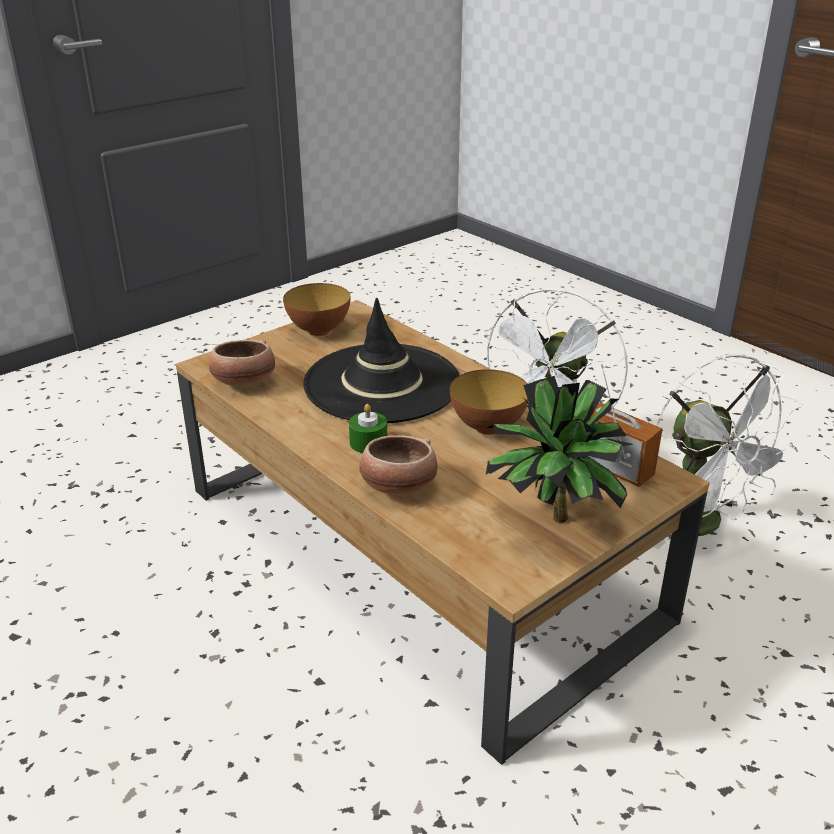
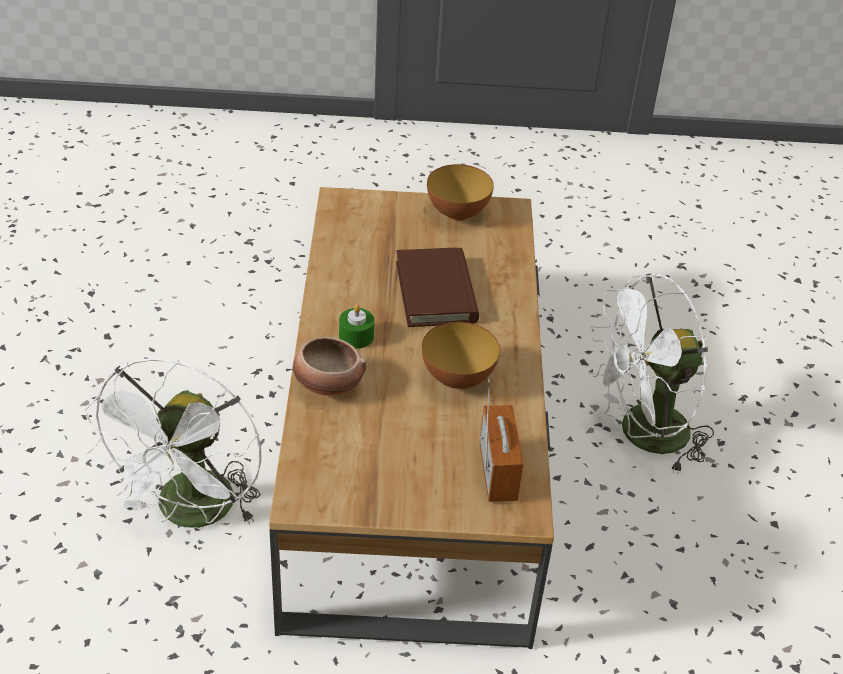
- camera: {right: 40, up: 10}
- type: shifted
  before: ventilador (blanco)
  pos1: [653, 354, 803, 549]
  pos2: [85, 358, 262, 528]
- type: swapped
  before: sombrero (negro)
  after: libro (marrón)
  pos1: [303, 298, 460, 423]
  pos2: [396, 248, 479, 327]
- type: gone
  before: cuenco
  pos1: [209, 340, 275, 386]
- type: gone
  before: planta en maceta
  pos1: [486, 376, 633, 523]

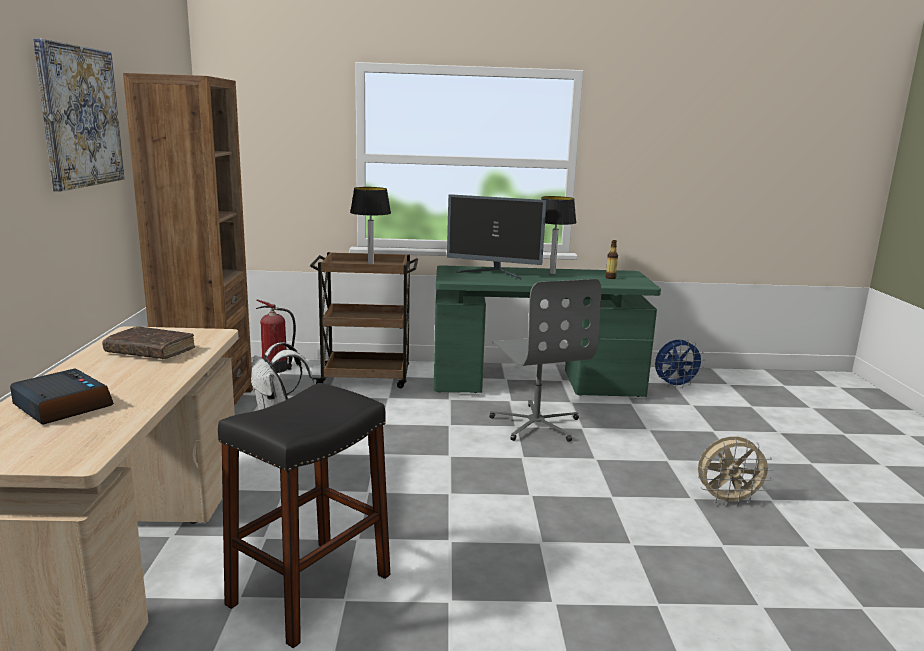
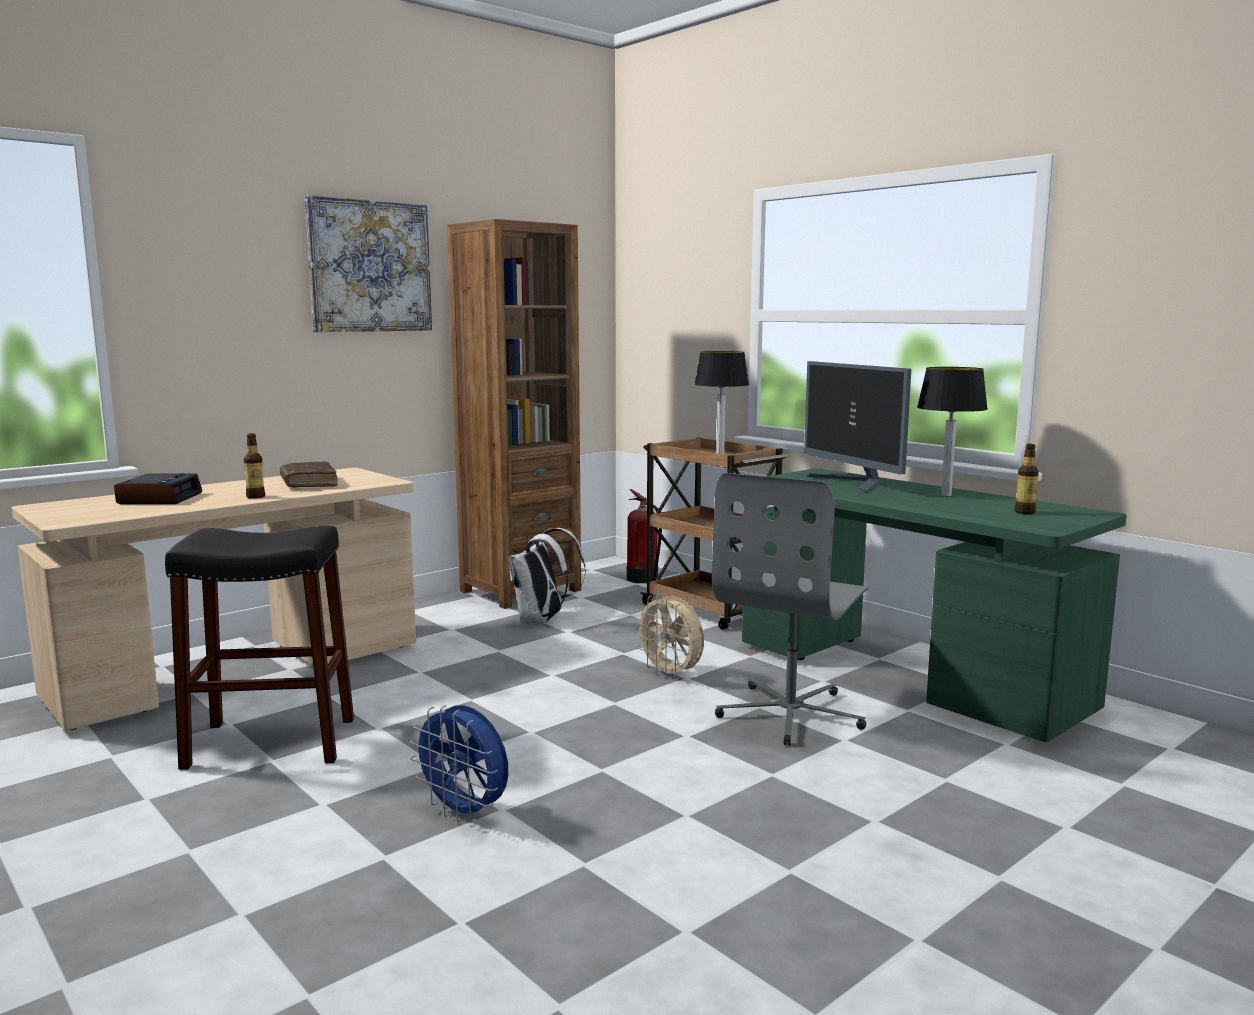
- camera: {right: 50, up: -5}
- type: new
  after: botella
  pos2: [244, 433, 265, 499]
- type: shifted
  before: ventilador (azul)
  pos1: [655, 340, 705, 389]
  pos2: [410, 705, 508, 822]
- type: shifted
  before: ventilador (beis)
  pos1: [698, 436, 774, 507]
  pos2: [633, 594, 704, 679]

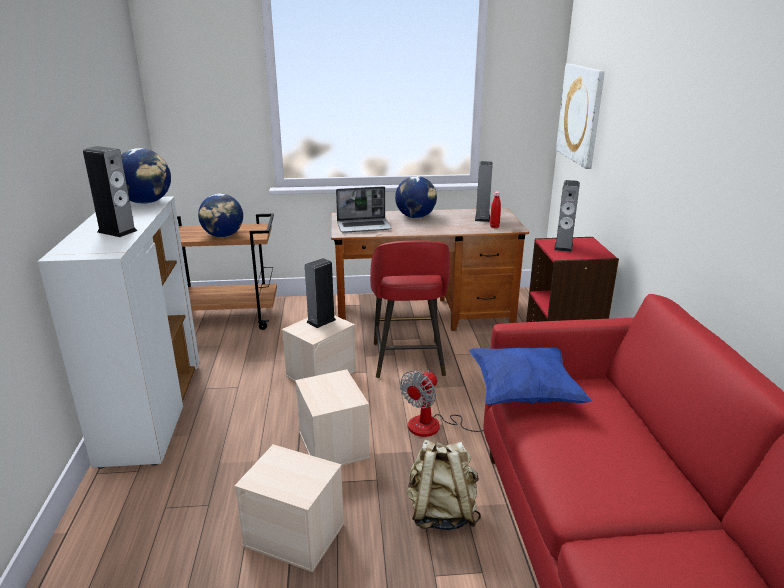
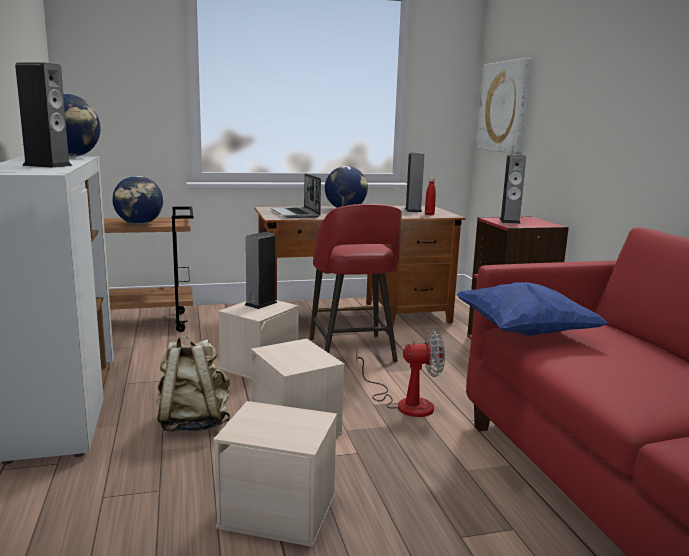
- camera: {right: -10, up: -10}
- type: shifted
  before: mochila (beis)
  pos1: [407, 440, 481, 530]
  pos2: [156, 335, 230, 432]
- type: rotated
  before: portátil
  pos1: [336, 186, 392, 233]
  pos2: [271, 173, 321, 218]
  turn: 90
- type: rotated
  before: ventilador
  pos1: [400, 370, 484, 437]
  pos2: [356, 331, 445, 417]
  turn: -120

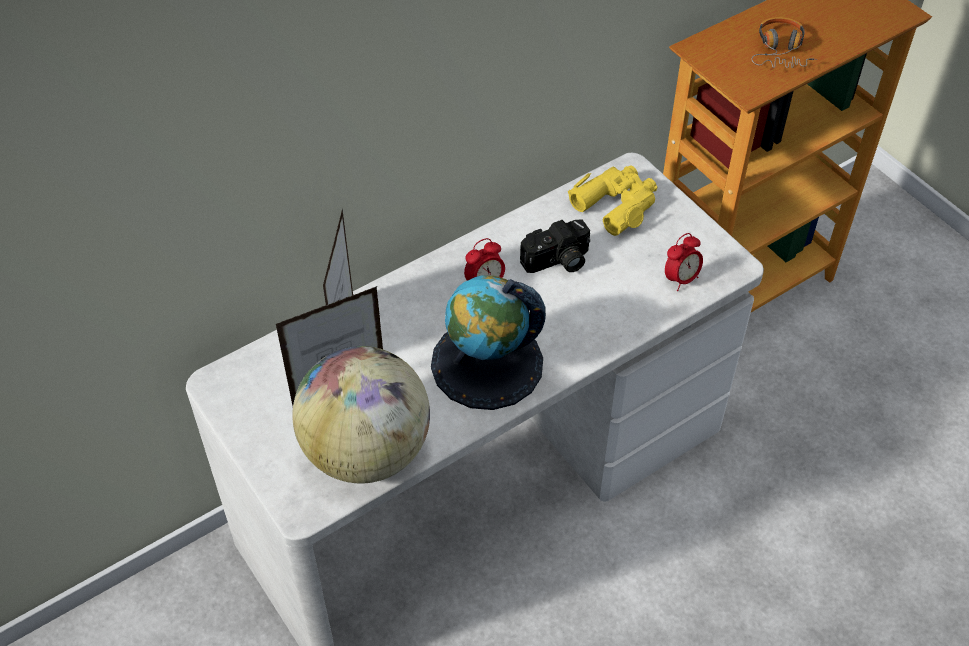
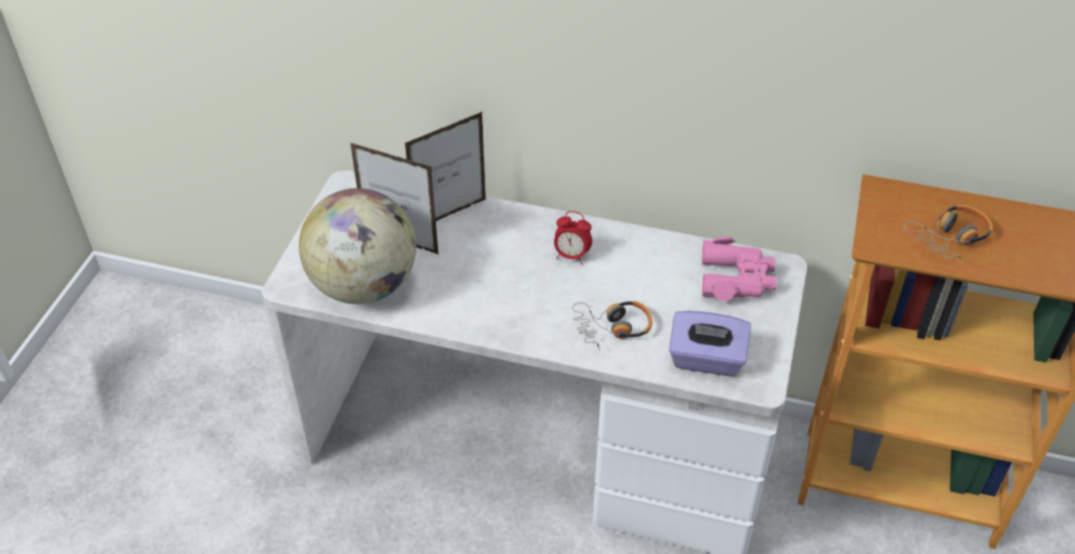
- camera: {right: 50, up: -5}
- type: new
  after: auriculares
  pos2: [572, 301, 652, 350]
- type: swapped
  before: despertador
  after: caja de pañuelos (morado)
  pos1: [665, 233, 703, 291]
  pos2: [669, 311, 751, 376]
- type: repainted
  before: prismáticos (amarillo)
  after: prismáticos (rosa)
  pos1: [568, 166, 658, 236]
  pos2: [702, 237, 777, 301]
- type: gone
  before: globo terráqueo
  pos1: [431, 275, 546, 410]
- type: gone
  before: cámara
  pos1: [520, 220, 590, 273]

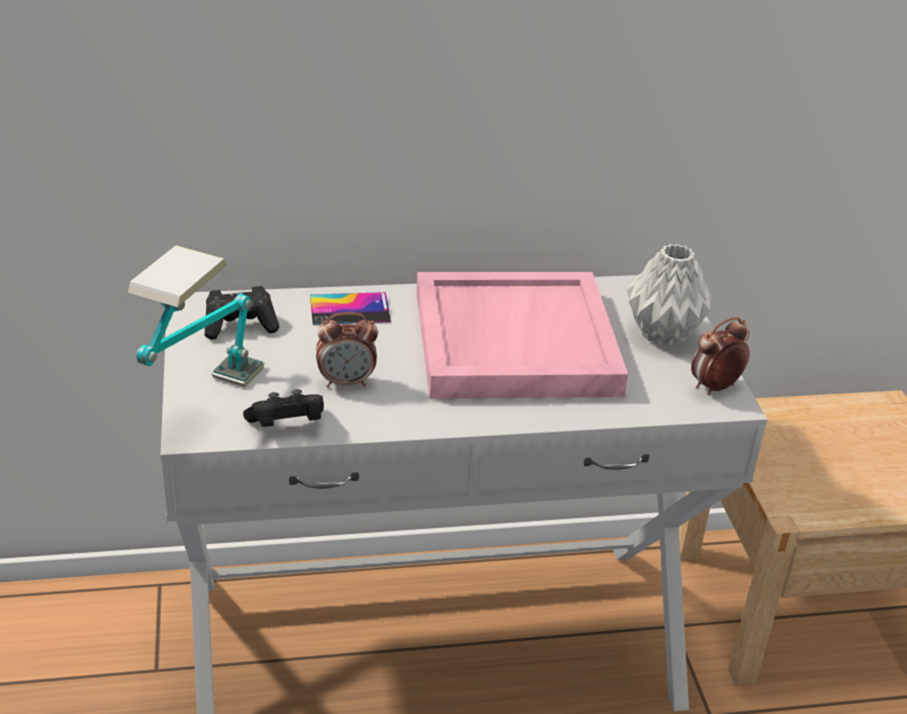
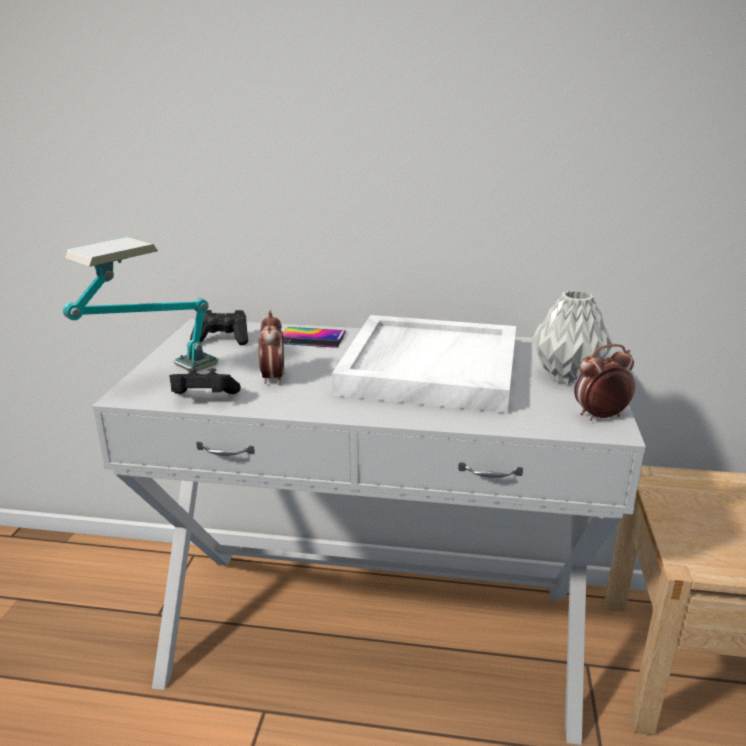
- camera: {right: 20, up: -10}
- type: rotated
  before: despertador
  pos1: [316, 312, 378, 388]
  pos2: [259, 311, 284, 385]
  turn: -105
- type: repainted
  before: bandeja (rosa)
  after: bandeja (blanco)
  pos1: [416, 272, 628, 399]
  pos2: [332, 315, 516, 413]

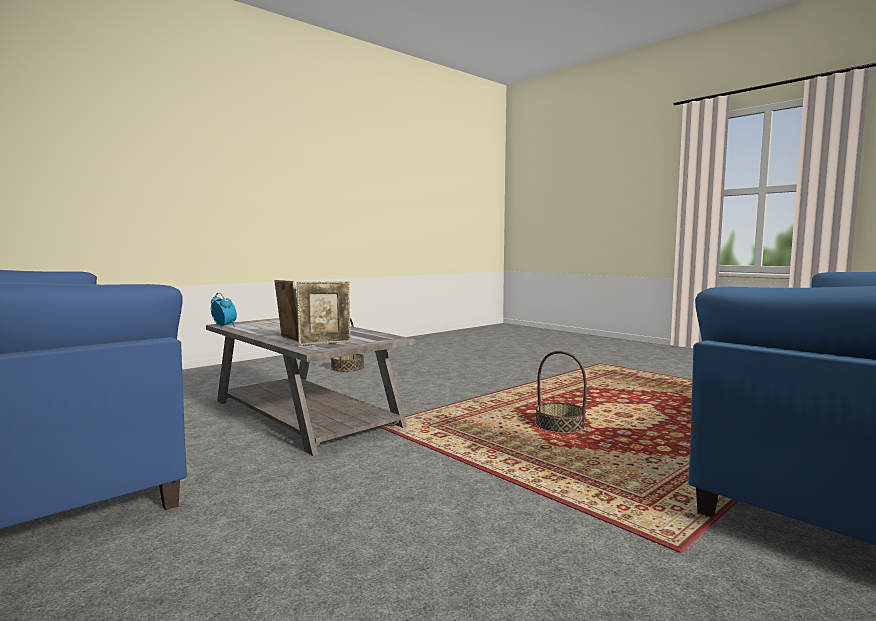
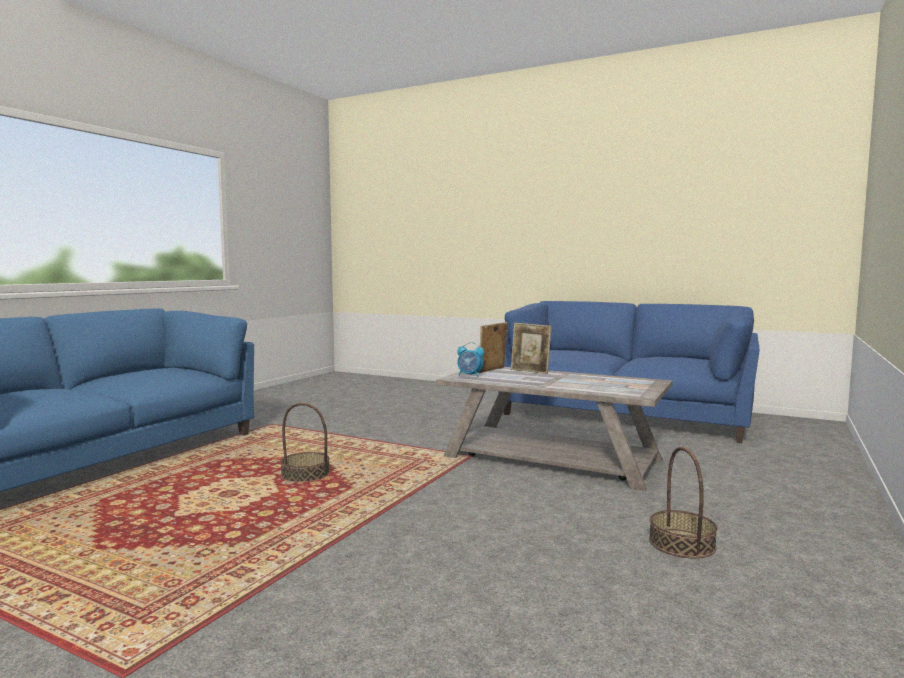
- camera: {right: 160, up: 0}
- type: shifted
  before: despertador
  pos1: [211, 293, 237, 327]
  pos2: [457, 342, 485, 377]

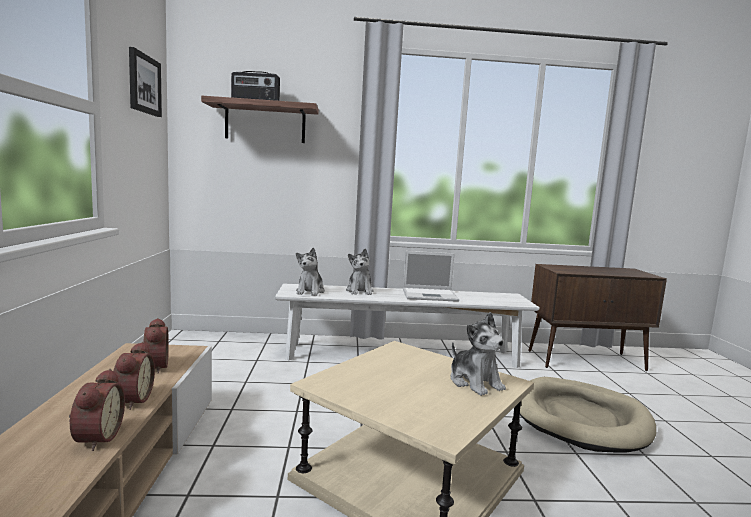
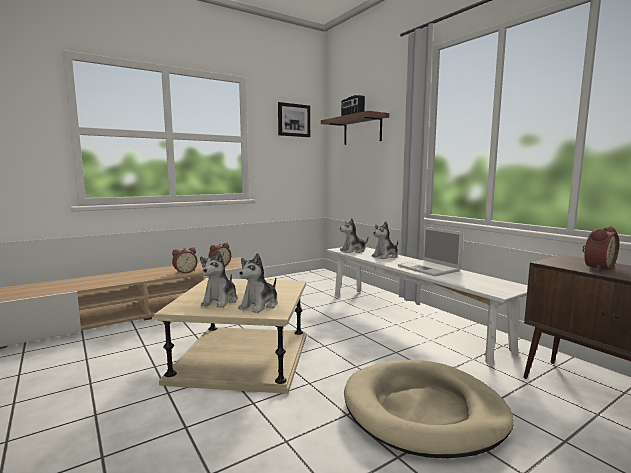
- camera: {right: 60, up: 0}
- type: new
  after: peluche
  pos2: [200, 250, 238, 308]
- type: shifted
  before: despertador
  pos1: [69, 369, 125, 451]
  pos2: [582, 226, 619, 271]

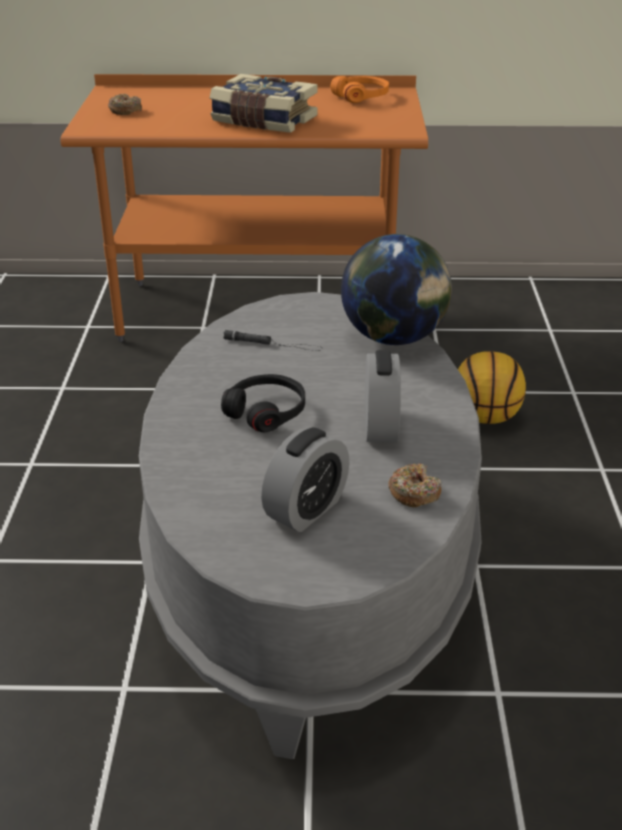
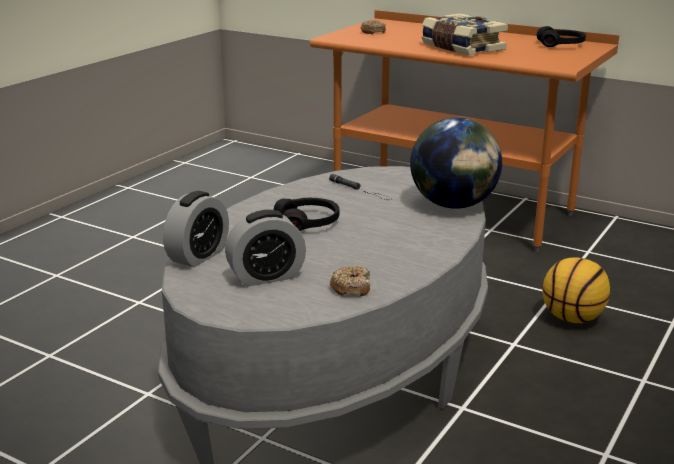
- camera: {right: 30, up: -10}
- type: shifted
  before: despertador
  pos1: [365, 350, 401, 442]
  pos2: [163, 191, 229, 267]
- type: repainted
  before: auriculares (naranja)
  after: auriculares (negro)
  pos1: [331, 76, 389, 103]
  pos2: [537, 26, 586, 47]

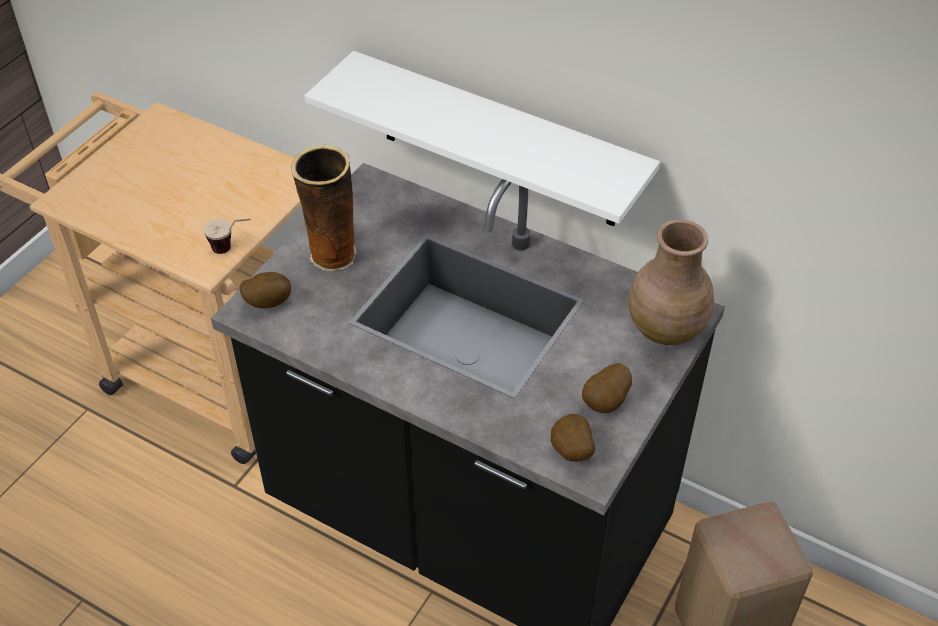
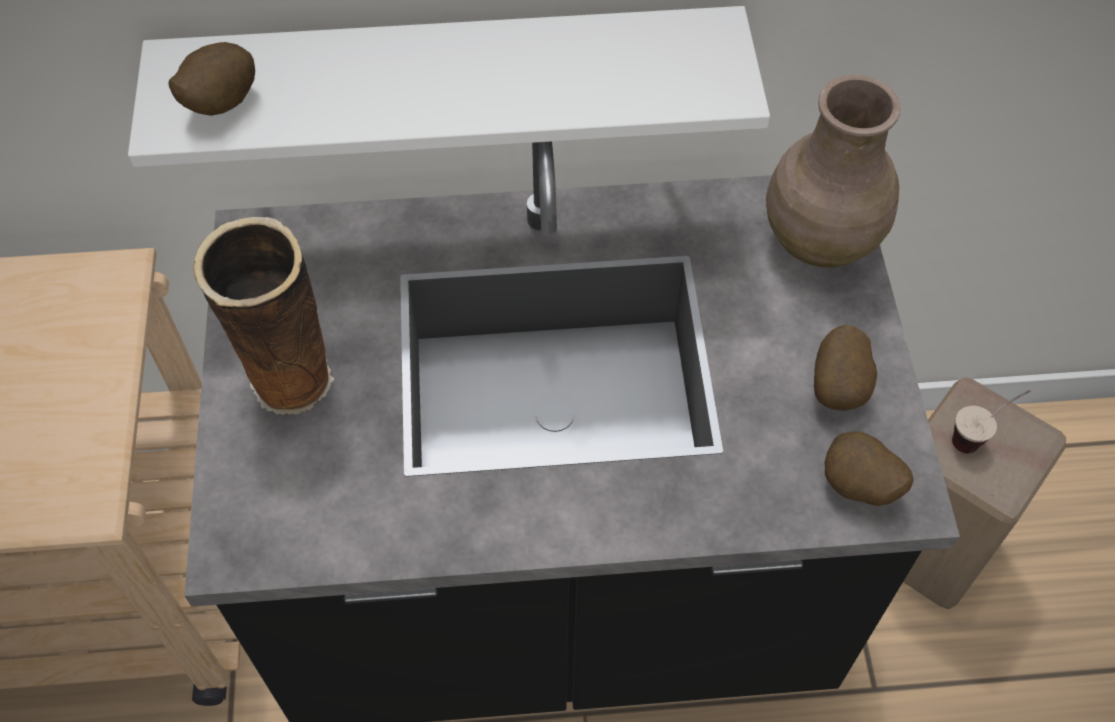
- camera: {right: -35, up: 10}
- type: shifted
  before: patata
  pos1: [239, 272, 291, 308]
  pos2: [168, 42, 255, 116]
- type: shifted
  before: taza
  pos1: [203, 219, 251, 254]
  pos2: [952, 390, 1031, 453]

